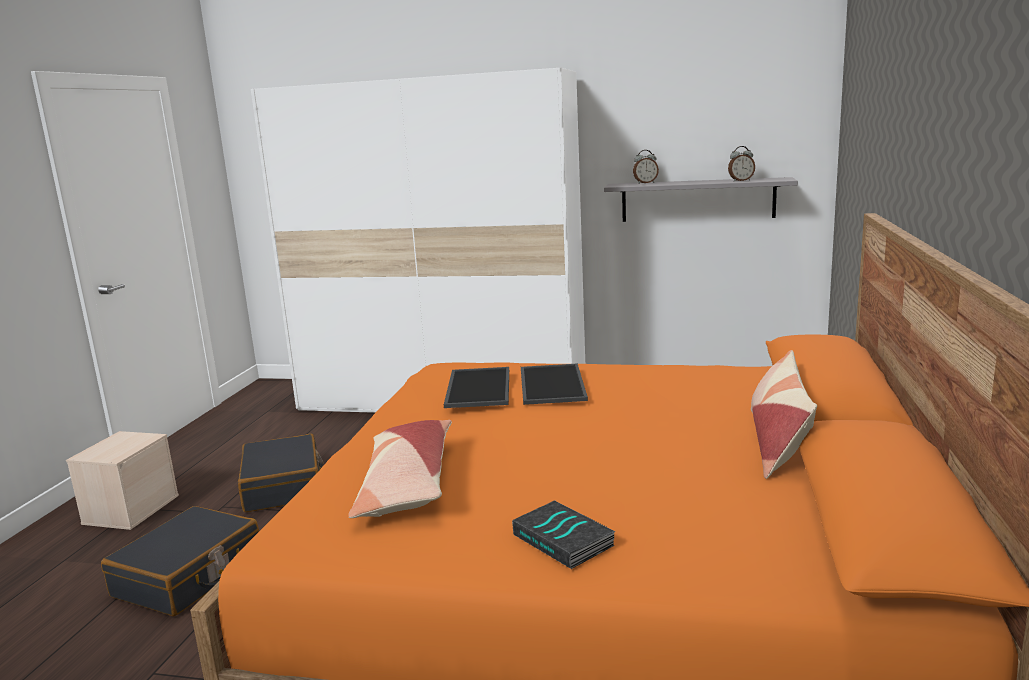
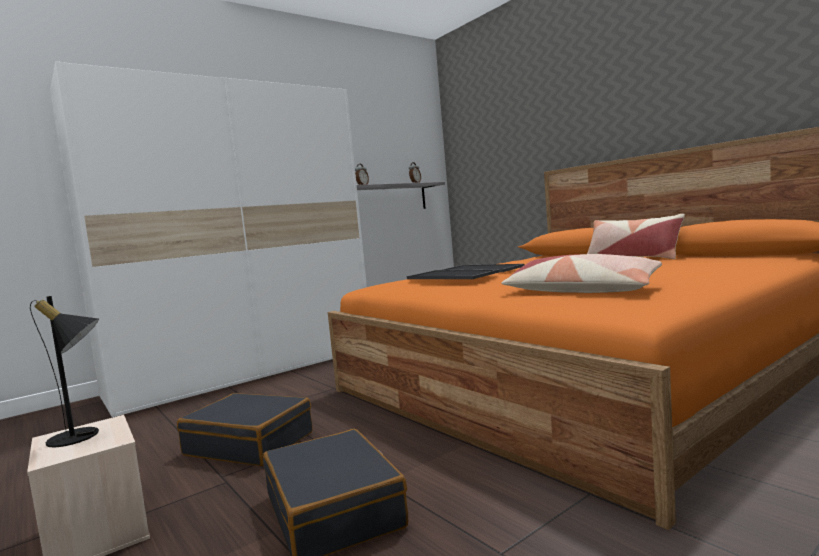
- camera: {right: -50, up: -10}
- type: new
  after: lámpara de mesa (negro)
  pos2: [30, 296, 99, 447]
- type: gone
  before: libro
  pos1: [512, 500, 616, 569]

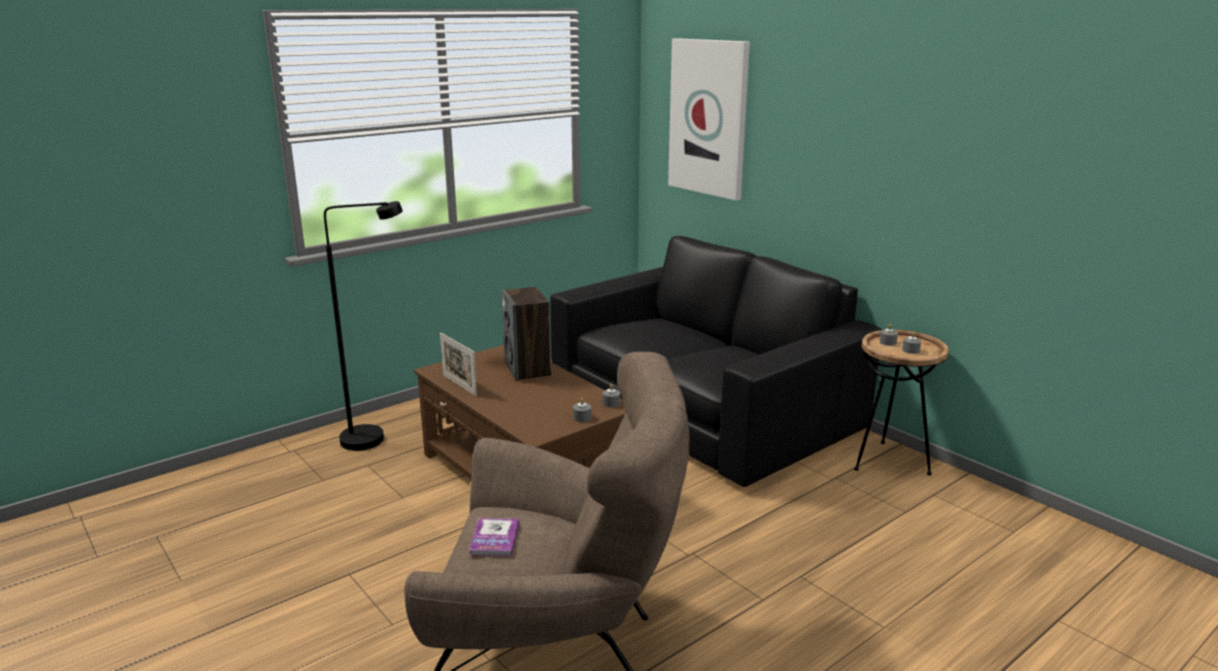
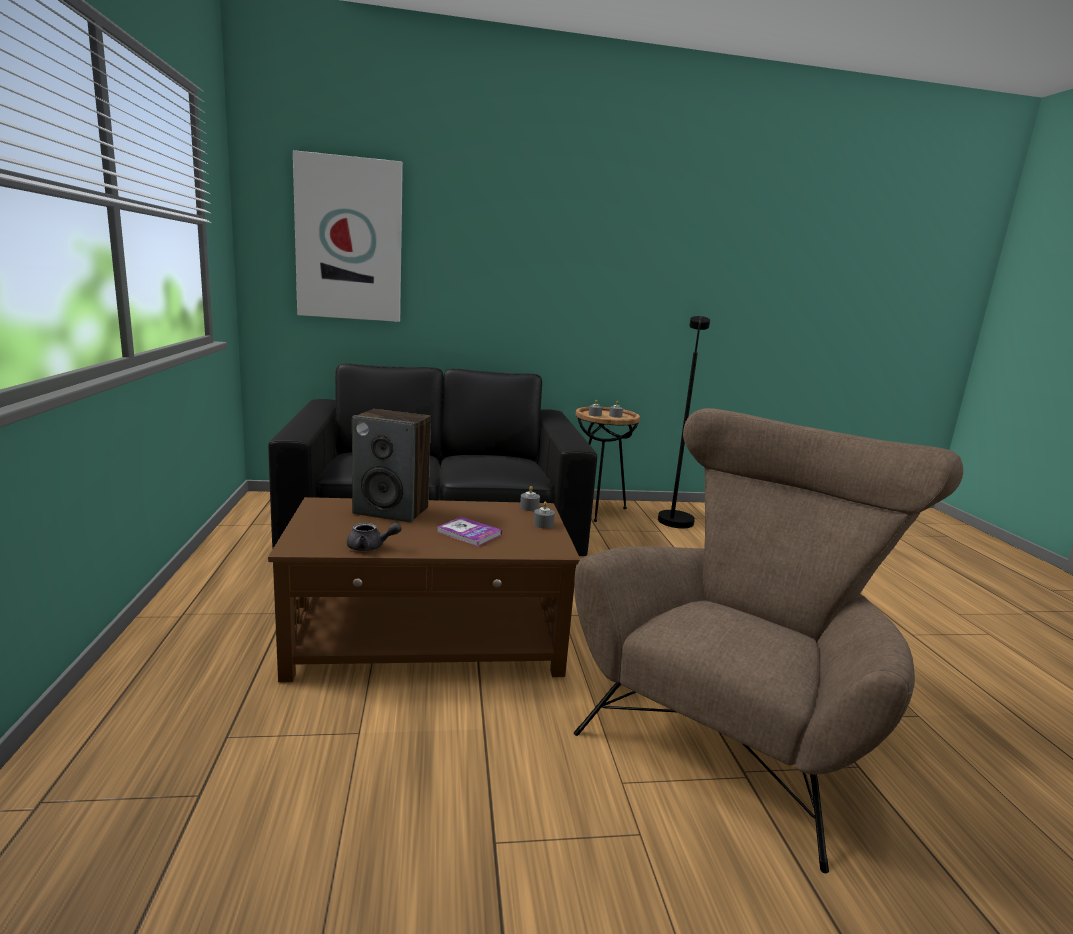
- camera: {right: -60, up: -5}
- type: swapped
  before: portarretratos
  after: tetera (gris)
  pos1: [440, 332, 477, 396]
  pos2: [347, 523, 401, 551]
- type: shifted
  before: libro
  pos1: [469, 518, 519, 556]
  pos2: [438, 517, 502, 546]
- type: shifted
  before: lámpara de pie (negro)
  pos1: [324, 201, 403, 451]
  pos2: [658, 316, 710, 528]

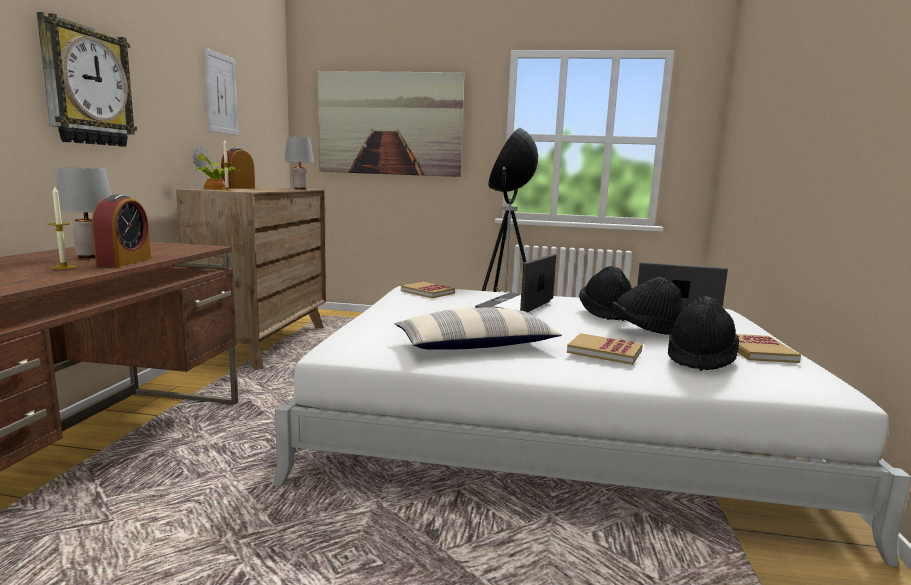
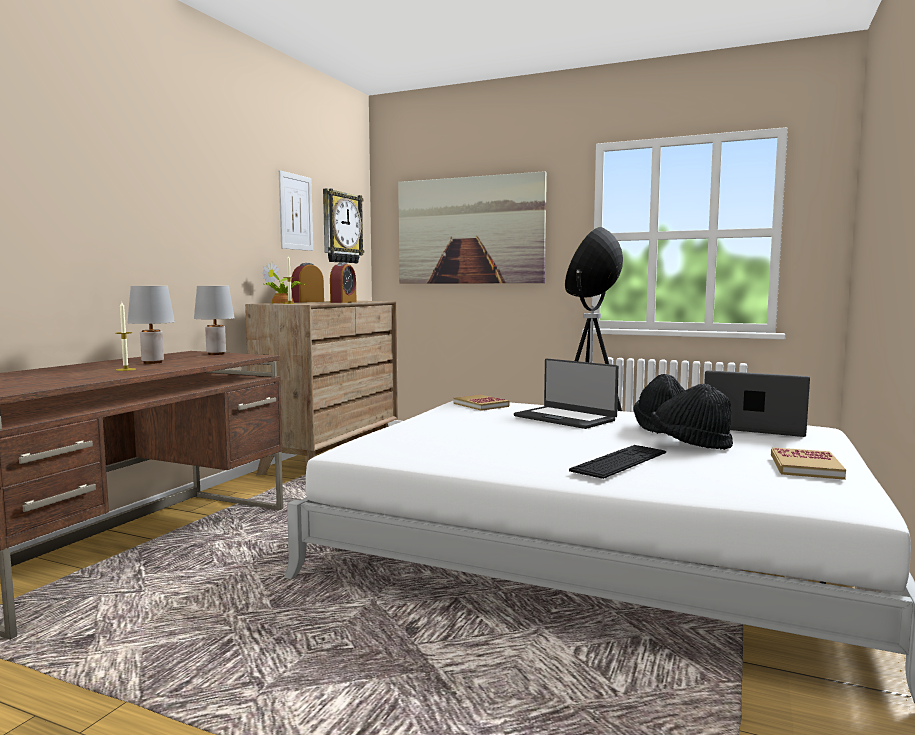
- camera: {right: 15, up: -5}
- type: shifted
  before: lámpara de mesa (gris)
  pos1: [285, 137, 314, 190]
  pos2: [194, 286, 234, 355]
- type: shifted
  before: reloj de pared
  pos1: [37, 12, 137, 147]
  pos2: [323, 188, 364, 263]
- type: shifted
  before: despertador
  pos1: [92, 194, 151, 267]
  pos2: [330, 262, 356, 303]
- type: rotated
  before: portátil
  pos1: [475, 254, 556, 313]
  pos2: [514, 358, 619, 429]
  turn: -90
- type: swapped
  before: libro
  after: teclado
  pos1: [567, 333, 643, 365]
  pos2: [569, 445, 666, 479]
- type: gone
  before: cojín
  pos1: [395, 307, 562, 350]
- type: gone
  before: sombrero (negro)
  pos1: [668, 296, 739, 371]

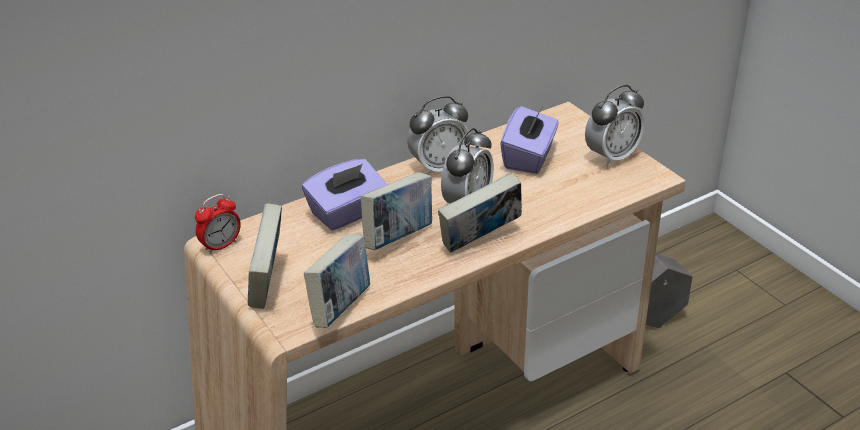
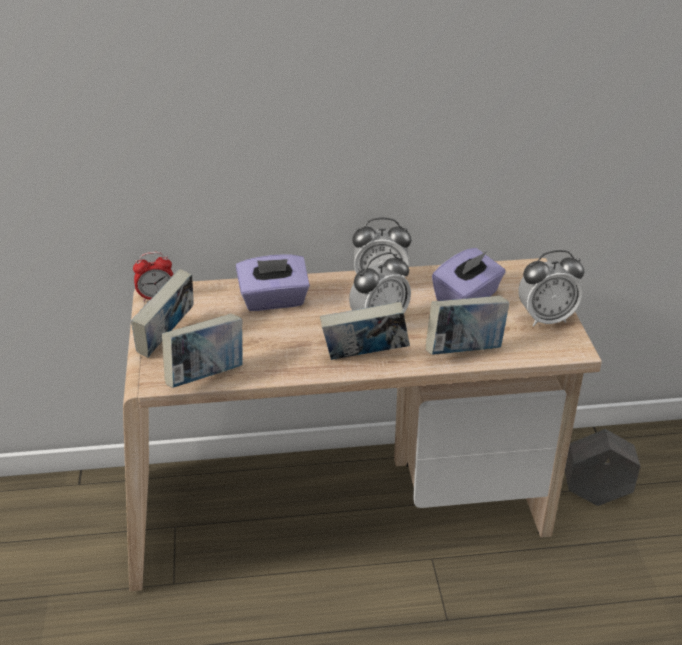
- camera: {right: 25, up: 0}
- type: shifted
  before: libro
  pos1: [361, 172, 432, 250]
  pos2: [426, 296, 509, 355]

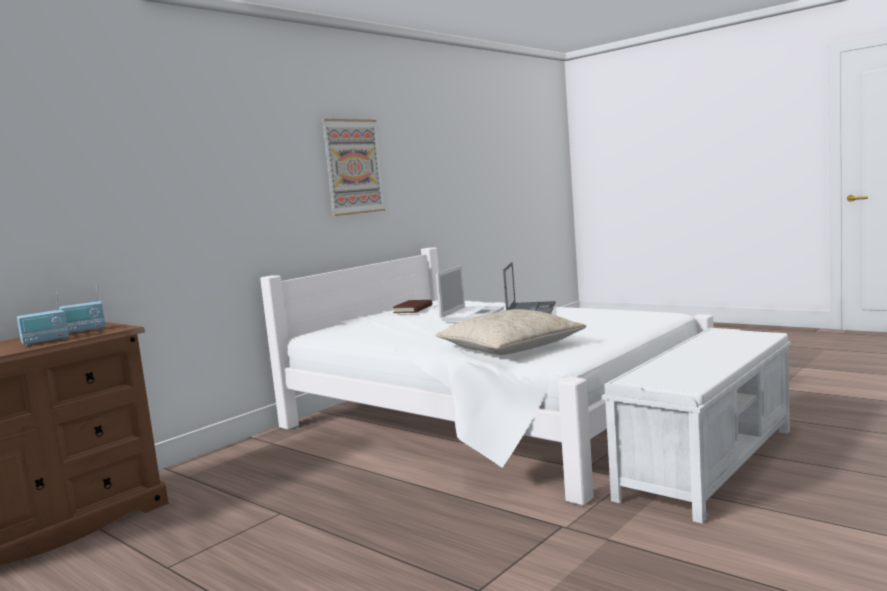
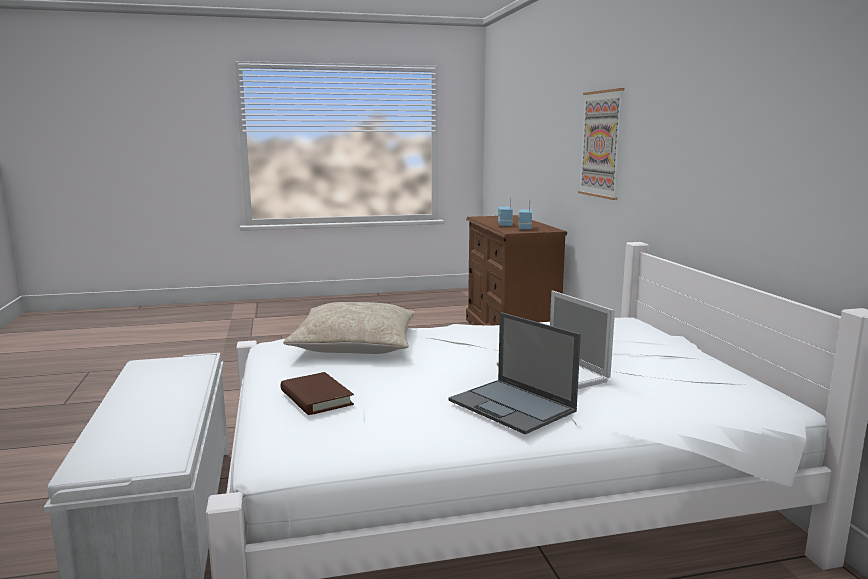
- camera: {right: 125, up: 5}
- type: shifted
  before: libro (marrón)
  pos1: [393, 300, 432, 313]
  pos2: [281, 372, 354, 415]
- type: shifted
  before: cuadro
  pos1: [321, 119, 385, 216]
  pos2: [578, 88, 624, 200]

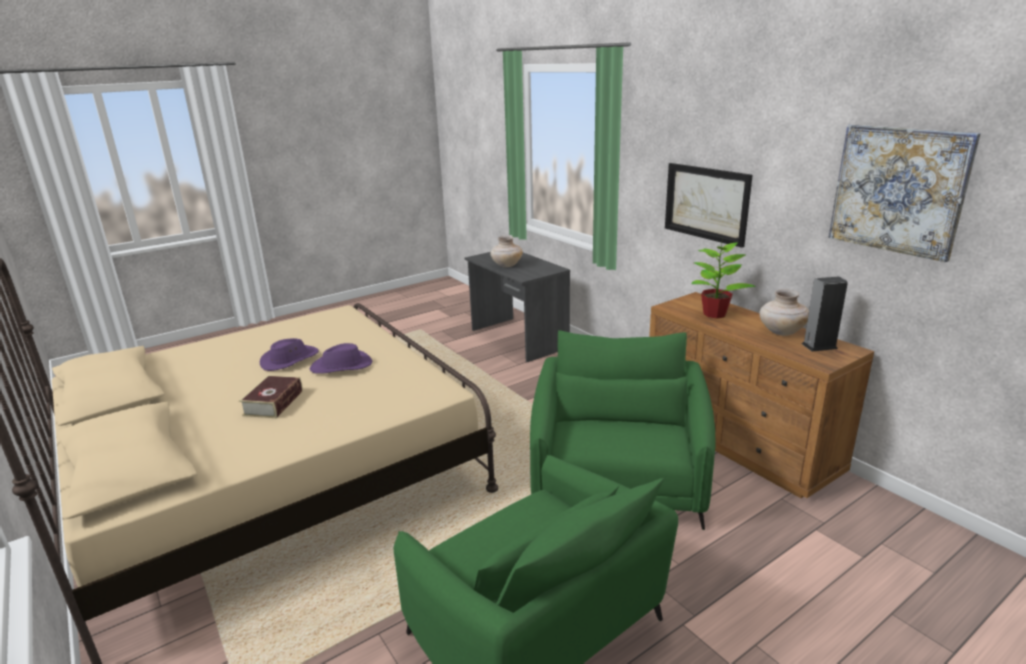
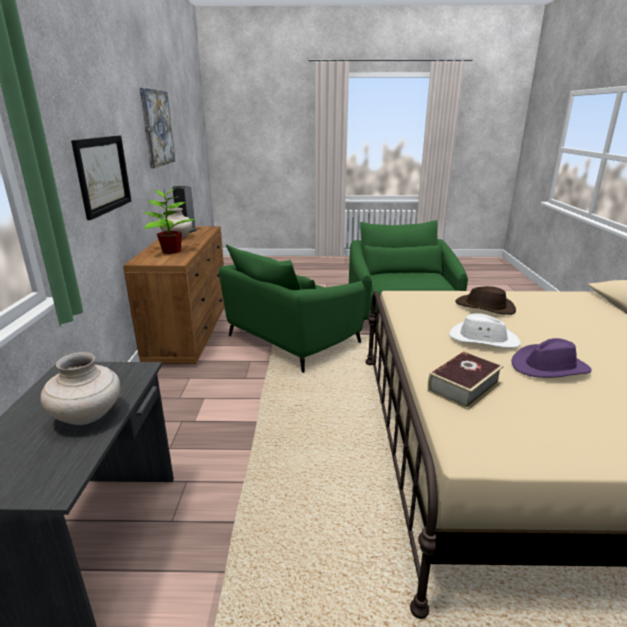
- camera: {right: -145, up: 0}
- type: shifted
  before: libro
  pos1: [239, 375, 303, 418]
  pos2: [428, 351, 504, 410]
- type: repainted
  before: sombrero (morado)
  after: sombrero (blanco)
  pos1: [310, 343, 372, 374]
  pos2: [449, 313, 521, 348]
- type: new
  after: sombrero (marrón)
  pos2: [455, 286, 516, 315]

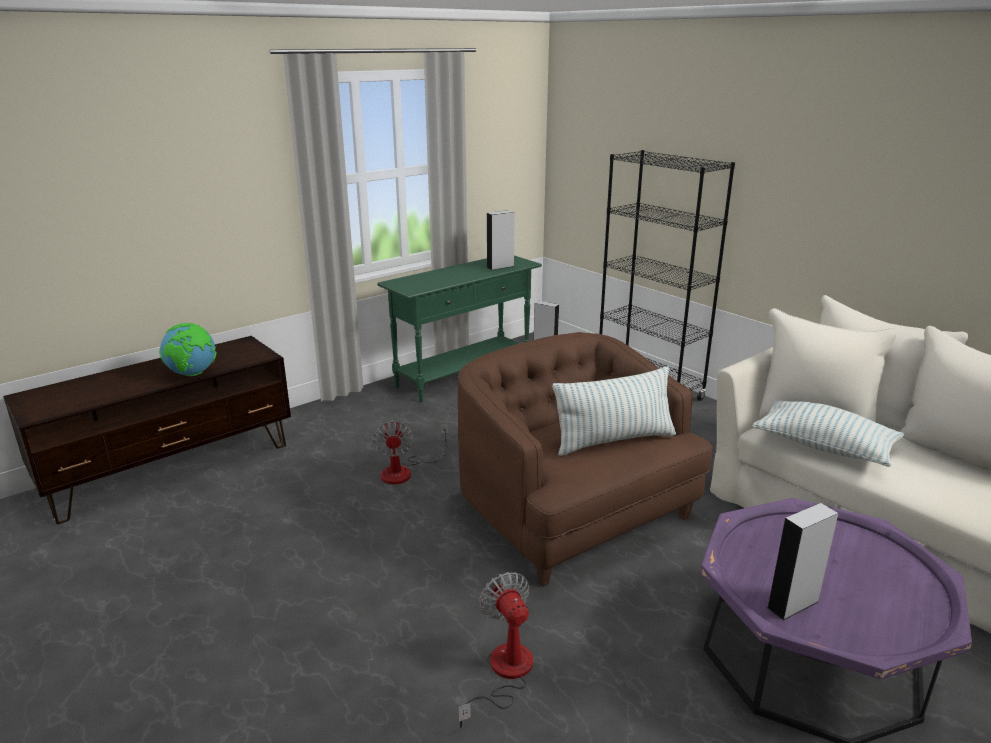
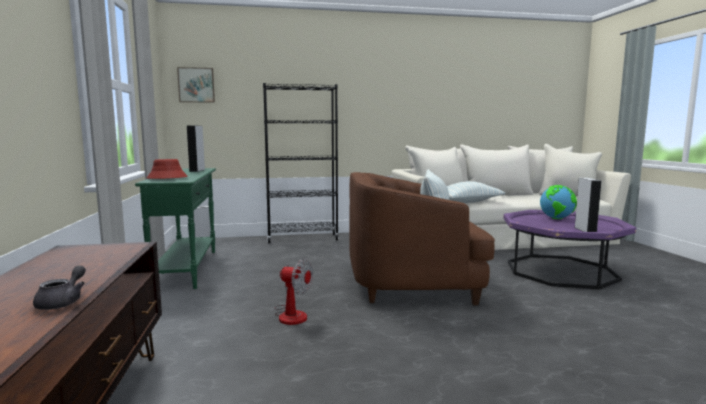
- camera: {right: -60, up: -15}
- type: new
  after: tetera (gris)
  pos2: [33, 265, 86, 310]
- type: new
  after: sombrero (rojo)
  pos2: [147, 159, 188, 179]
- type: new
  after: cuadro
  pos2: [177, 67, 215, 103]
- type: shifted
  before: globo terráqueo
  pos1: [159, 323, 216, 376]
  pos2: [540, 185, 577, 219]
- type: gone
  before: ventilador
  pos1: [458, 572, 533, 728]

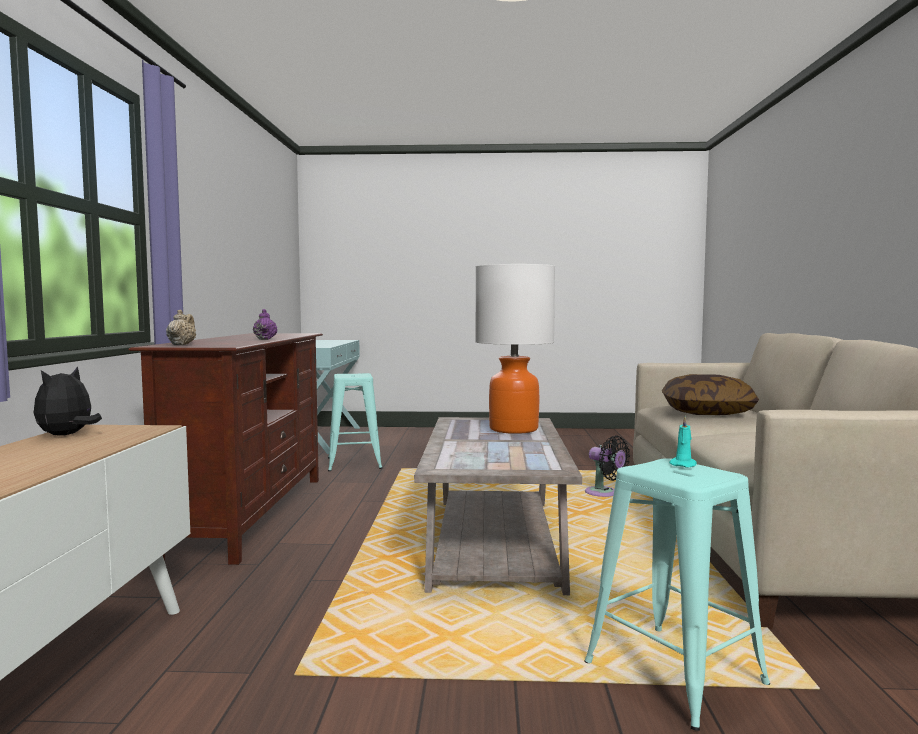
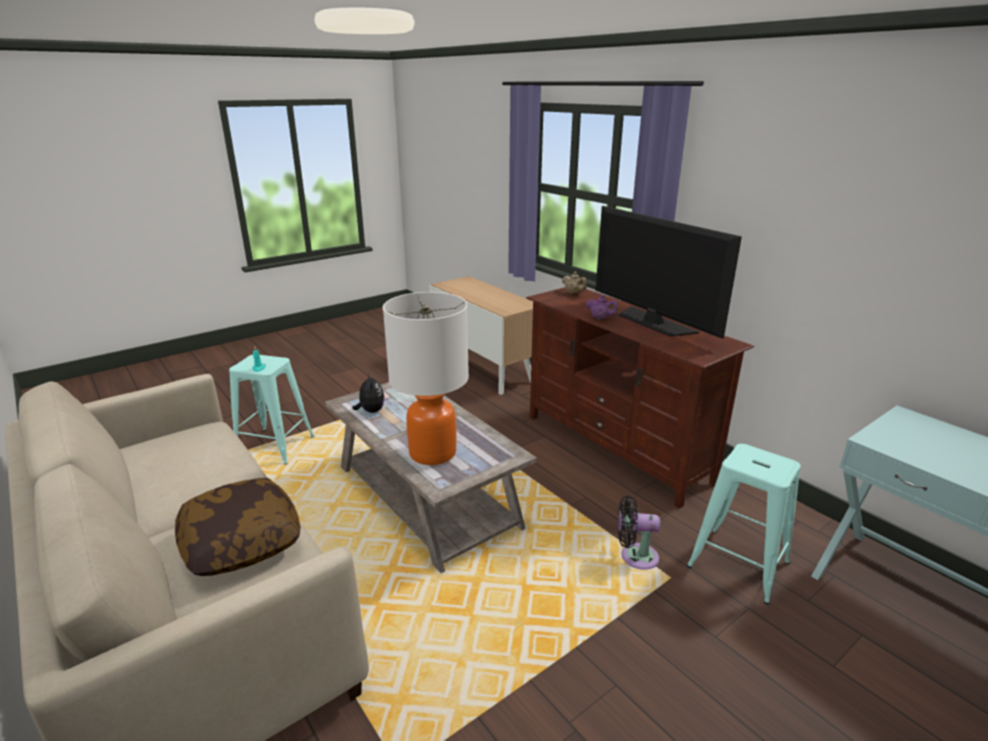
- camera: {right: 140, up: 20}
- type: shifted
  before: peluche
  pos1: [34, 367, 102, 435]
  pos2: [352, 374, 384, 413]
- type: new
  after: televisor
  pos2: [595, 206, 742, 339]
- type: shifted
  before: ventilador (negro)
  pos1: [585, 436, 630, 497]
  pos2: [618, 496, 660, 570]

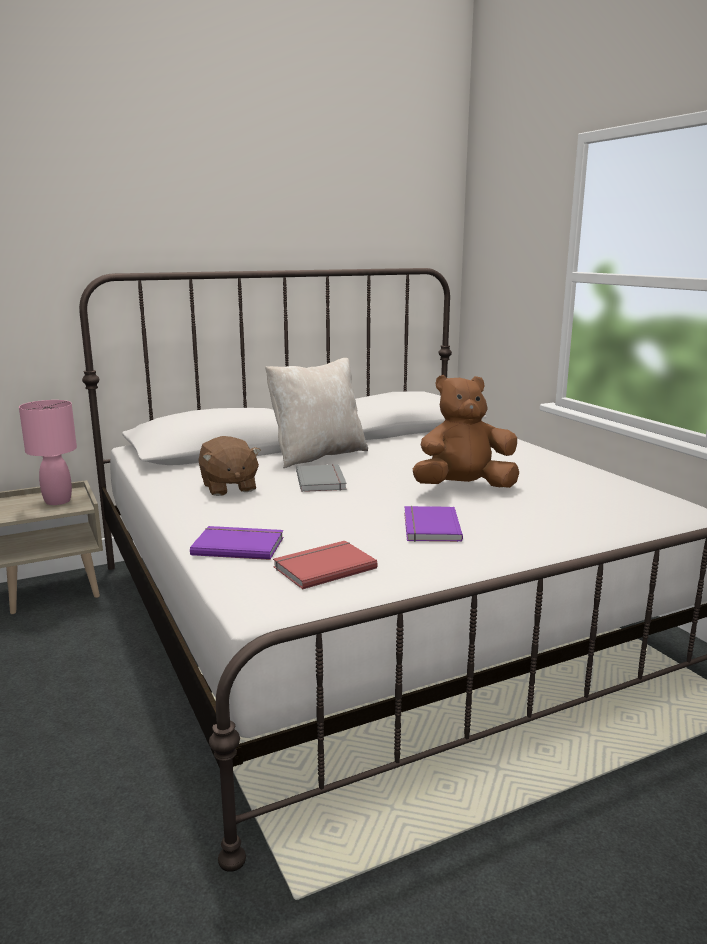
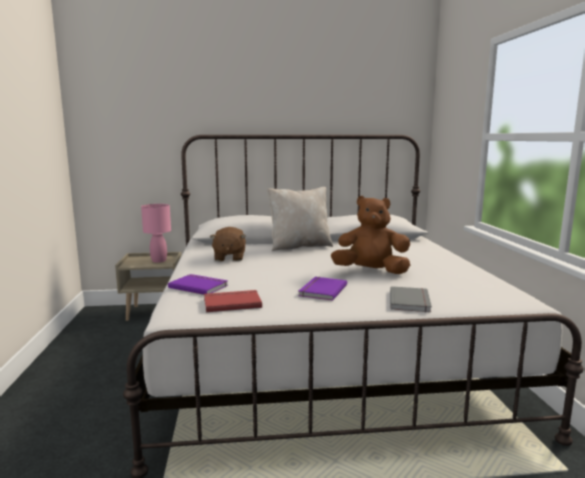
- camera: {right: 20, up: -5}
- type: shifted
  before: libro (gris)
  pos1: [296, 464, 347, 492]
  pos2: [390, 286, 432, 312]

